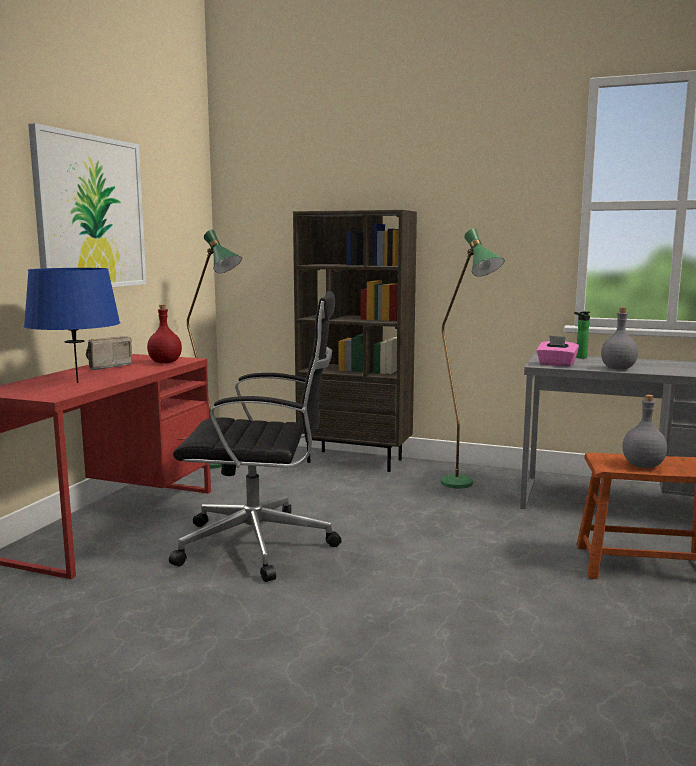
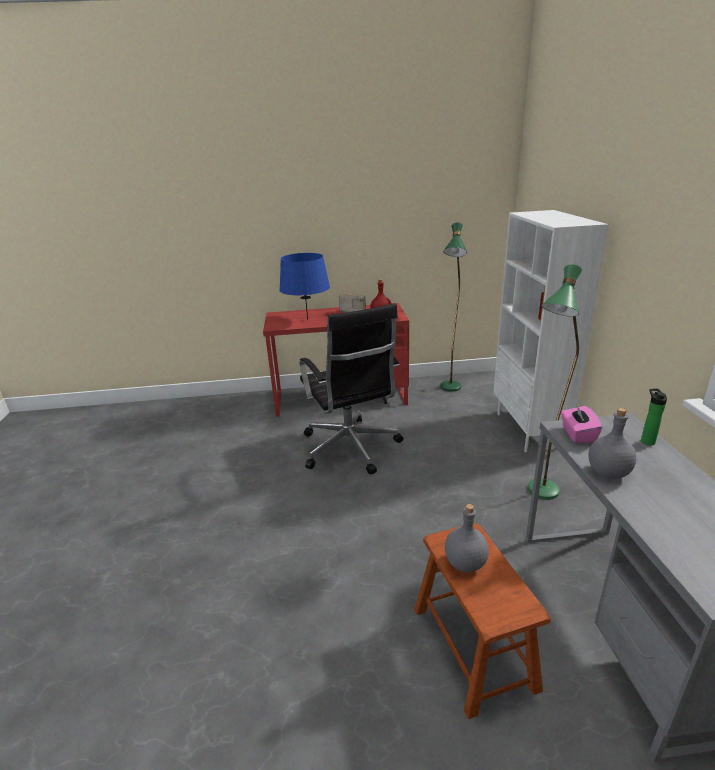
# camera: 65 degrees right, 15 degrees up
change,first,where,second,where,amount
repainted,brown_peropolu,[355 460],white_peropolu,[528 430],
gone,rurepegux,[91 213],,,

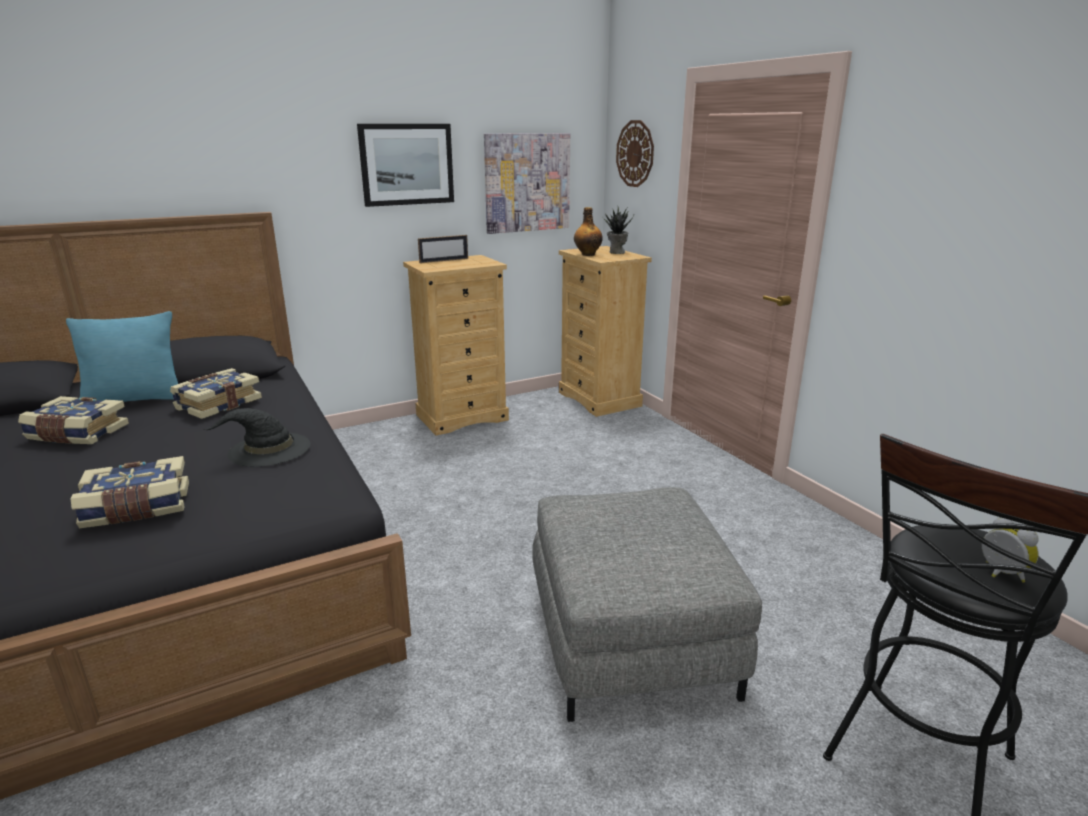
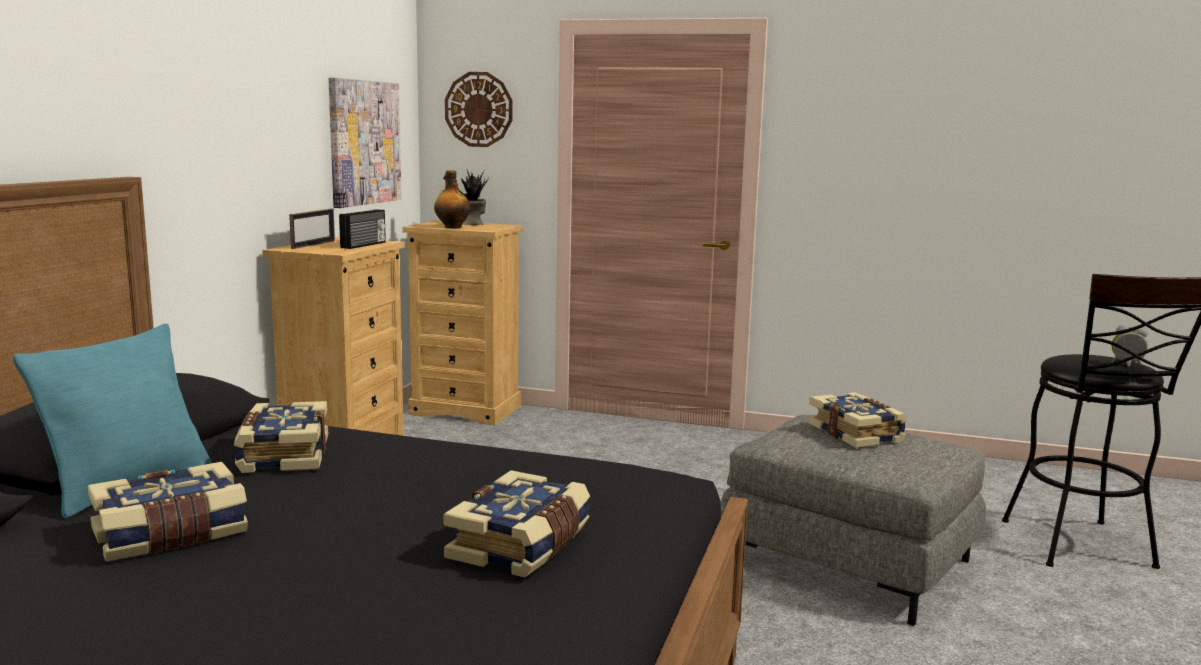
# camera: 45 degrees left, 10 degrees down
change,first,where,second,where,amount
new,,,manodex,[364 245],
new,,,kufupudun,[856 434],
gone,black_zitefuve,[268 449],,,
gone,rurepegux,[407 164],,,

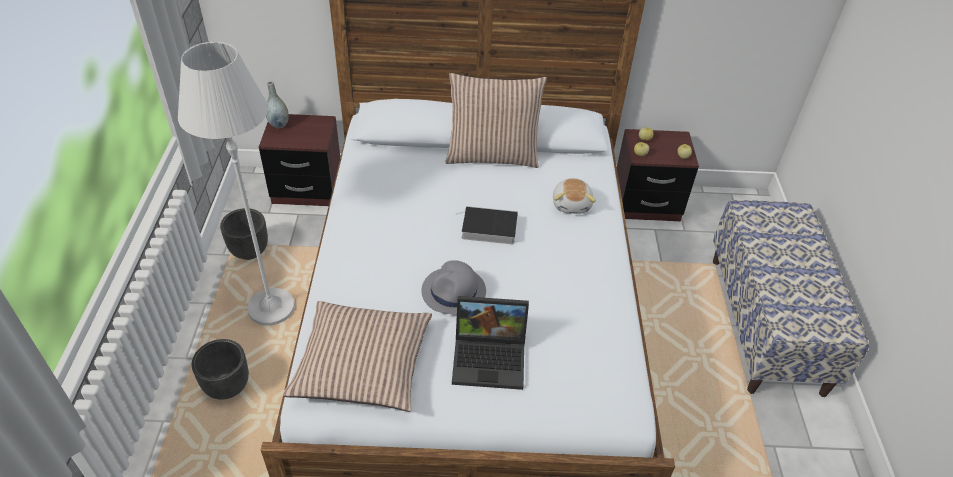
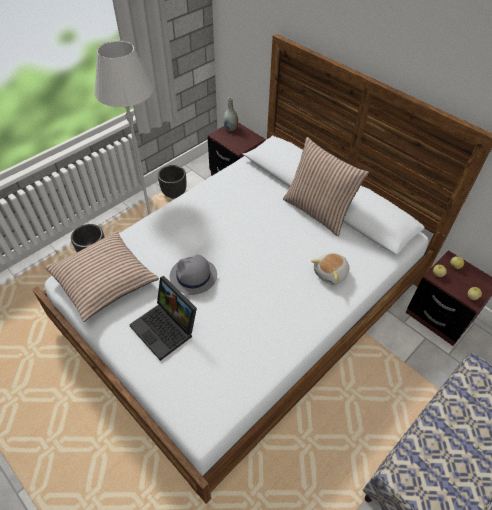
# camera: 45 degrees right, 5 degrees up
change,first,where,second,where,amount
gone,kufupudun,[487 228],,,

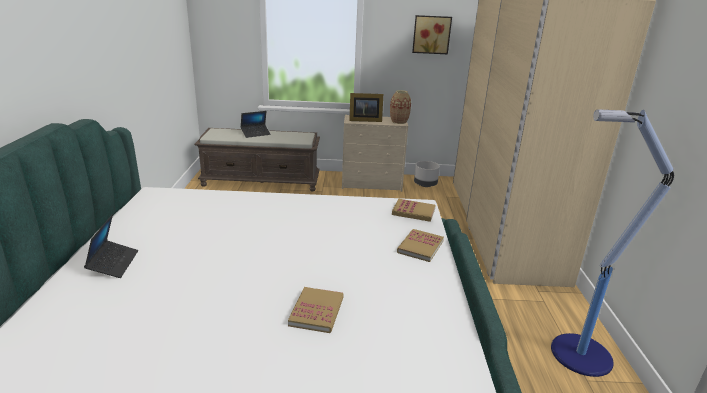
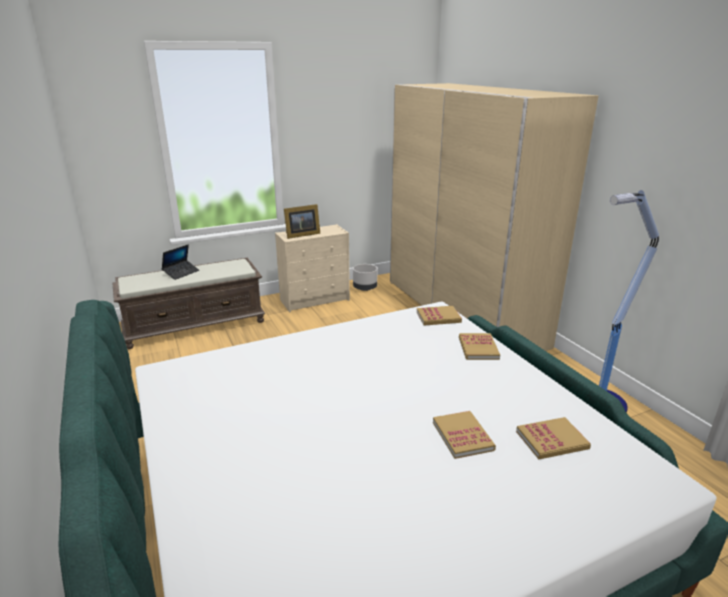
# camera: 25 degrees left, 0 degrees up
change,first,where,second,where,amount
new,,,kufupudun,[552 440],
gone,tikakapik,[113 263],,,
gone,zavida,[399 121],,,
gone,rurepegux,[431 34],,,

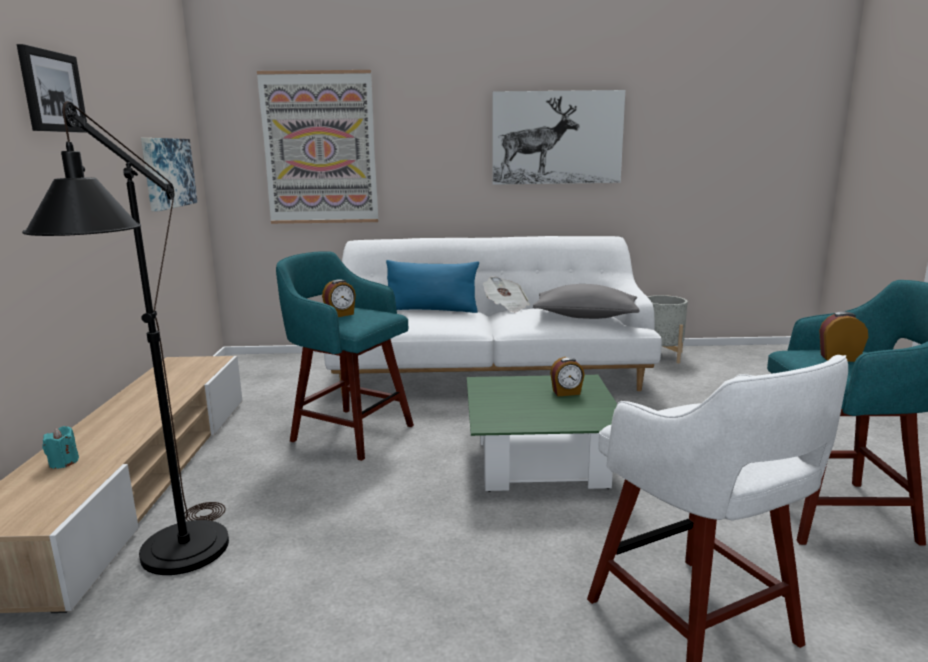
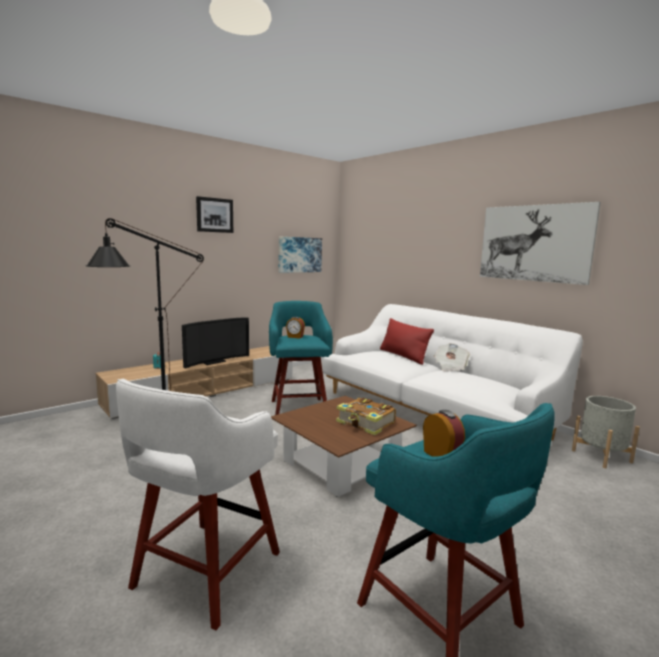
# camera: 50 degrees right, 5 degrees down
change,first,where,second,where,amount
new,,,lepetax,[213 362],
repainted,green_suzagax,[540 461],brown_suzagax,[341 464],
swapped,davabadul,[566 393],kufupudun,[366 423],
repainted,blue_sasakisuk,[431 310],red_sasakisuk,[403 356],
gone,rurepegux,[320 148],,,
gone,grey_sasakisuk,[585 316],,,

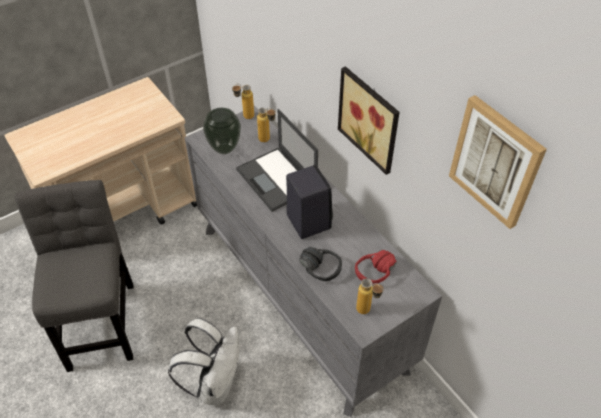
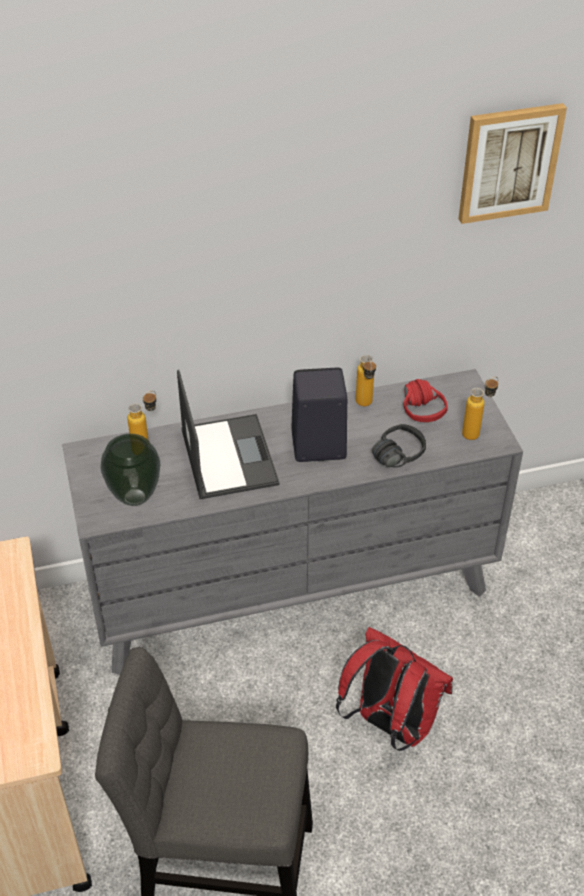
# camera: 70 degrees left, 5 degrees down
change,first,where,second,where,amount
rotated,tikakapik,[277 179],,[228 456],90 degrees counterclockwise
repainted,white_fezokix,[215 383],red_fezokix,[390 724],
shifted,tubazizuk,[244 117],,[365 406],
gone,rurepegux,[371 118],,,

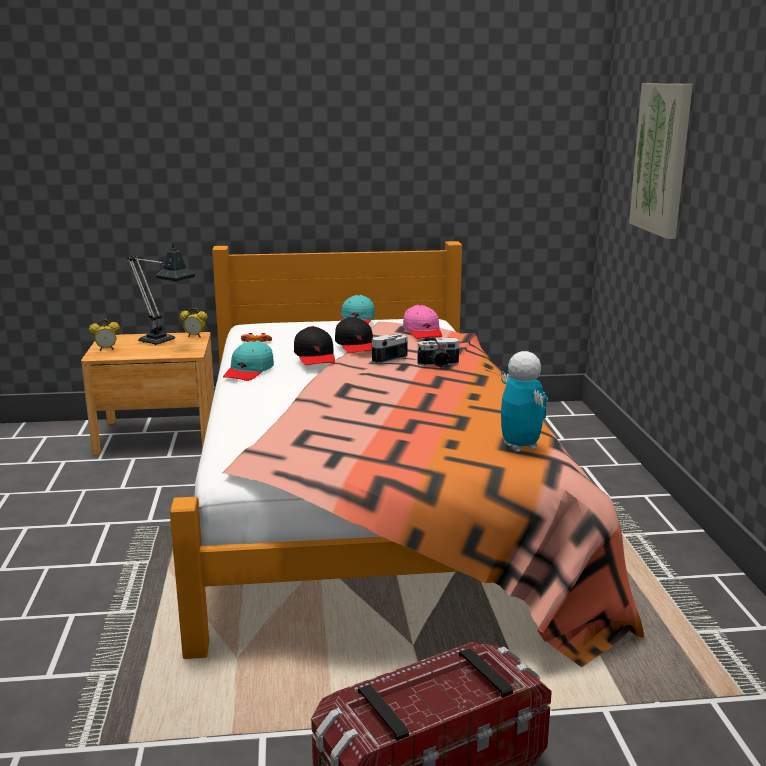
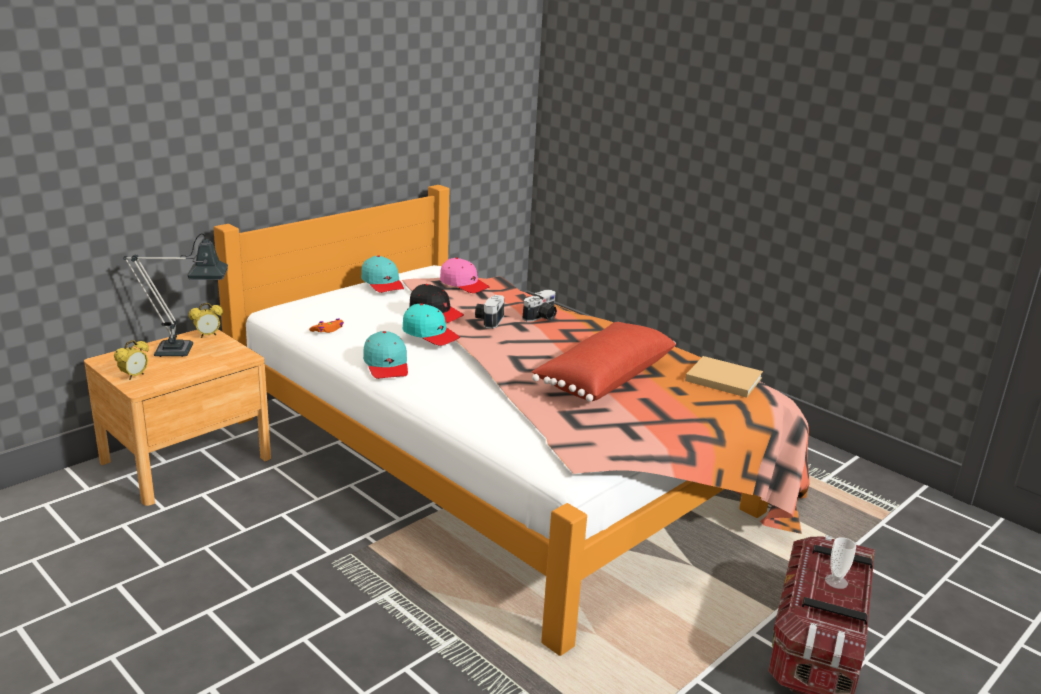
# camera: 40 degrees left, 5 degrees up
change,first,where,second,where,amount
repainted,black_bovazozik,[315 356],turquoise_bovazozik,[430 334],
new,,,red_sasakisuk,[603 378],
swapped,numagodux,[520 446],beige_kufupudun,[721 379],
new,,,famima,[836 581],
gone,rurepegux,[662 159],,,

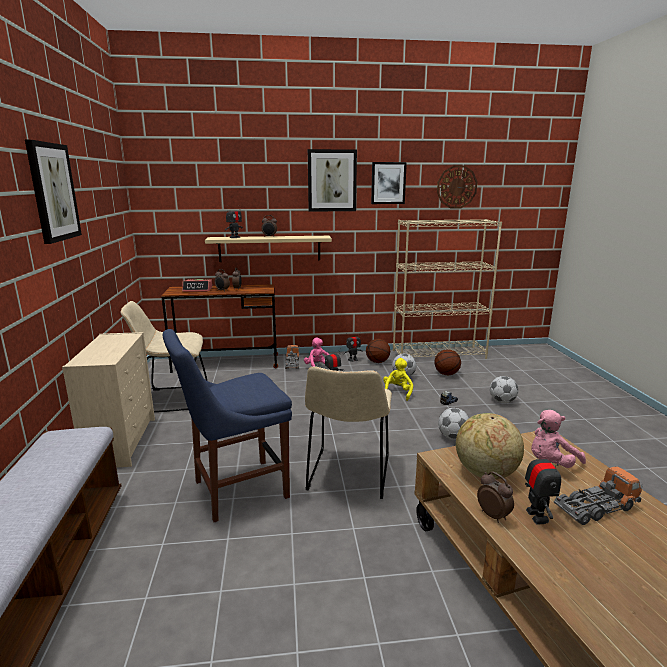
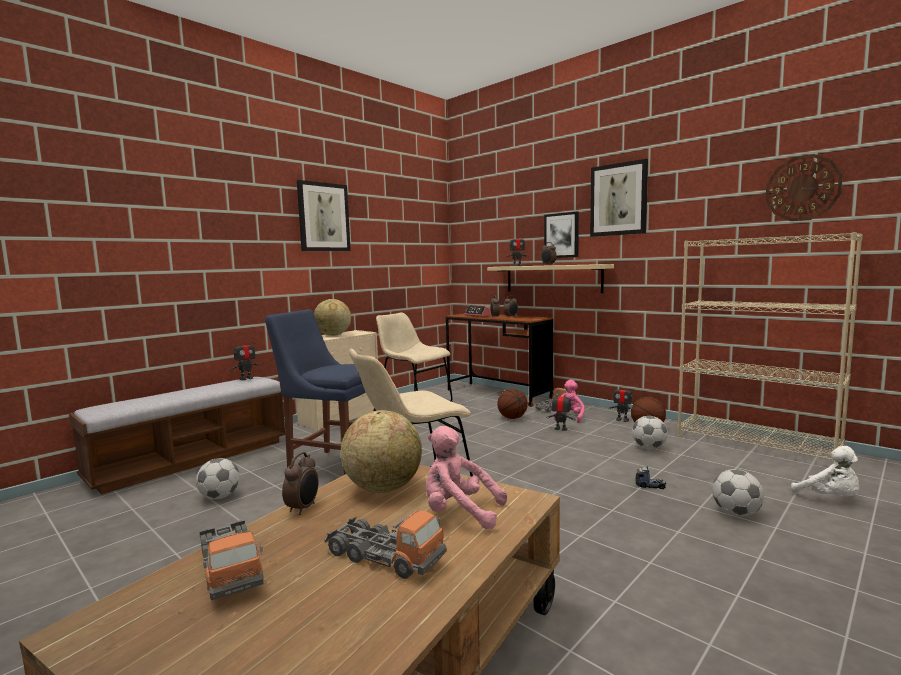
# camera: 50 degrees right, 10 degrees down
change,first,where,second,where,amount
shifted,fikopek,[453 437],,[220 497],
new,,,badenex,[230 569],
shifted,numagodux,[536 516],,[246 378],
new,,,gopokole,[333 335],
shifted,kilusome,[446 374],,[512 418],
shifted,rurepegux,[388 183],,[561 235],
new,,,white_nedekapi,[830 498],
gone,yellow_nedekapi,[397 392],,,

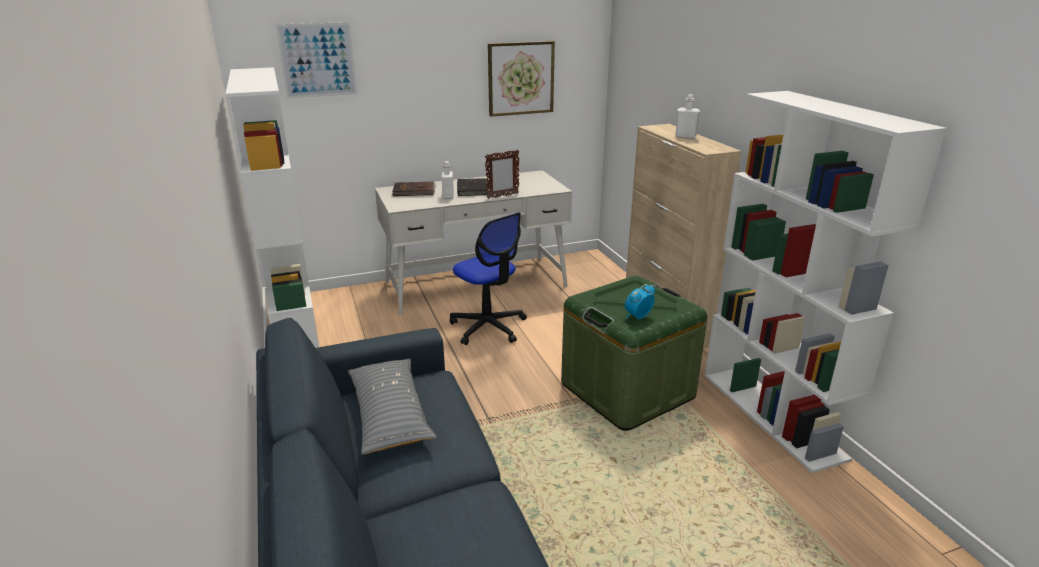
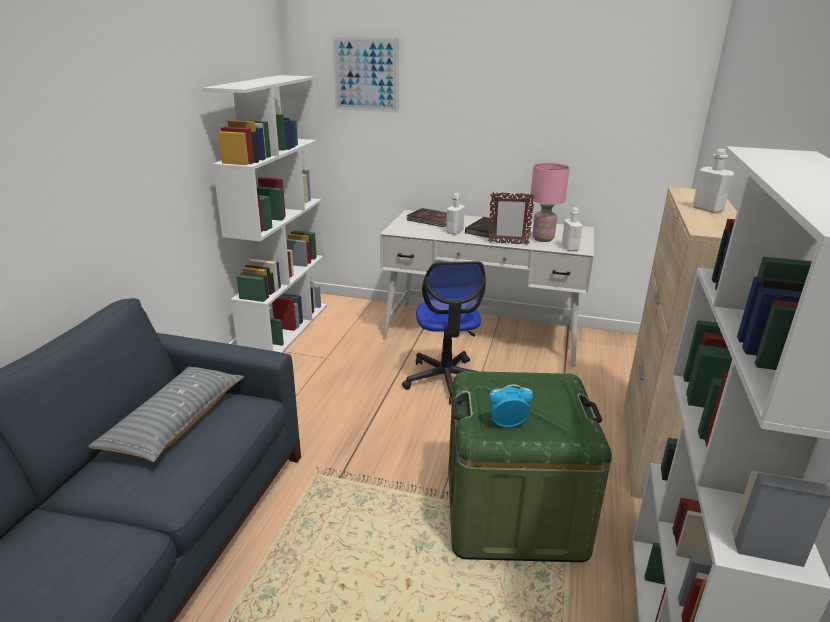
# camera: 35 degrees right, 0 degrees up
change,first,where,second,where,amount
new,,,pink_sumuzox,[543 239],
new,,,white_tubazizuk,[570 248],
gone,rurepegux,[520 78],,,

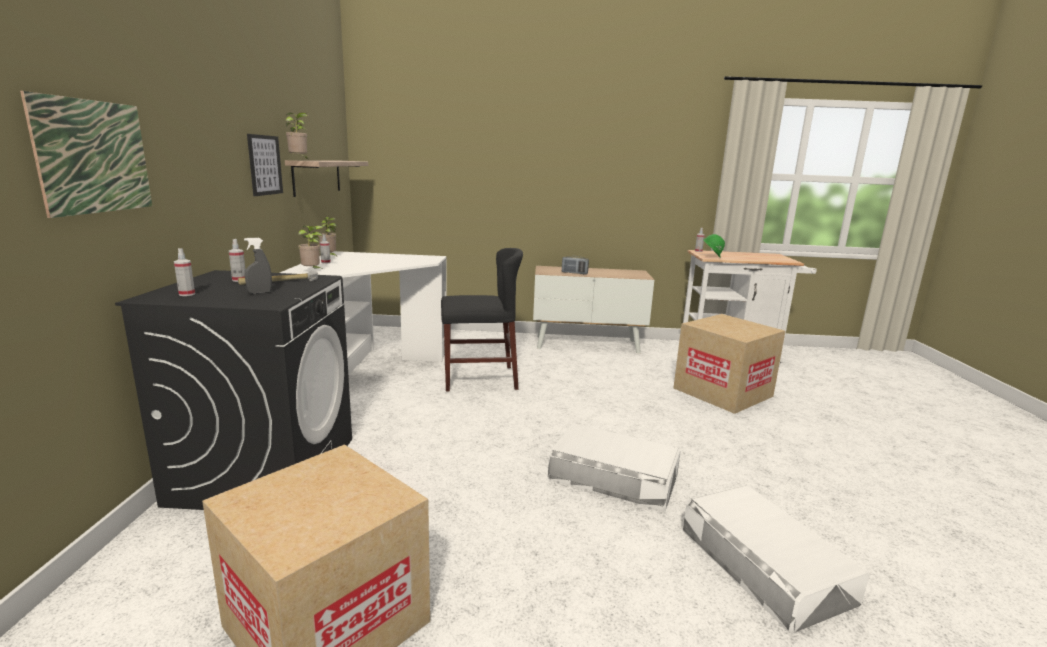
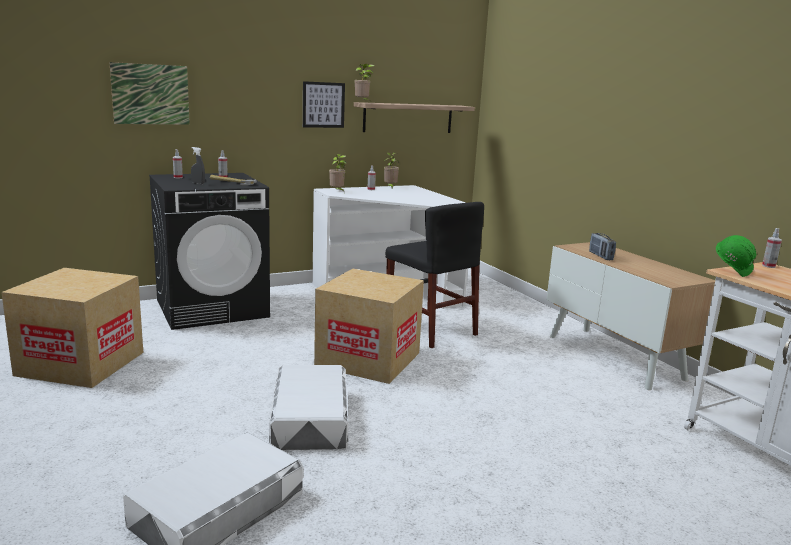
# camera: 60 degrees right, 0 degrees up
change,first,where,second,where,amount
shifted,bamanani,[722 392],,[368 359],

